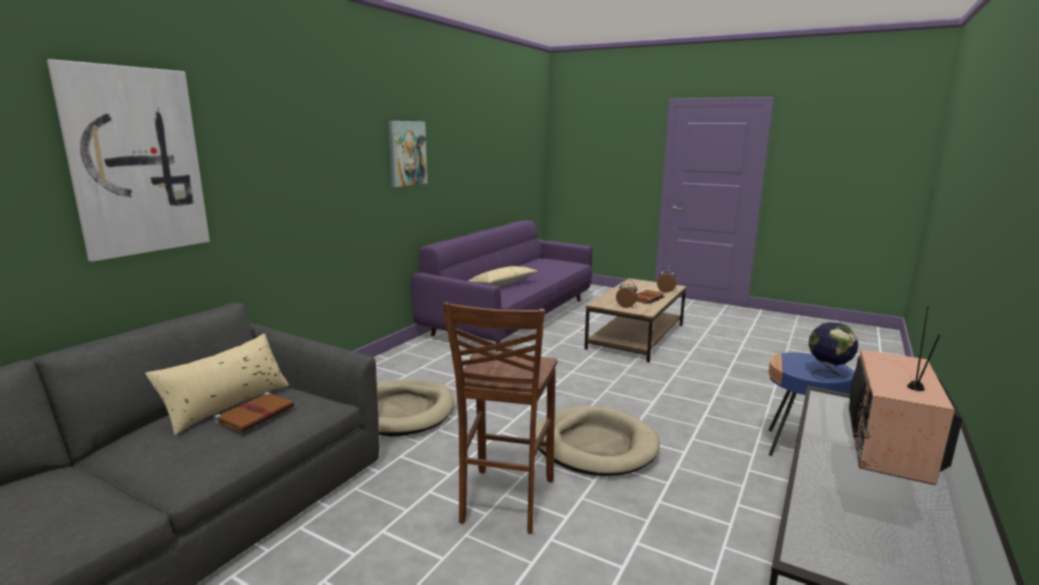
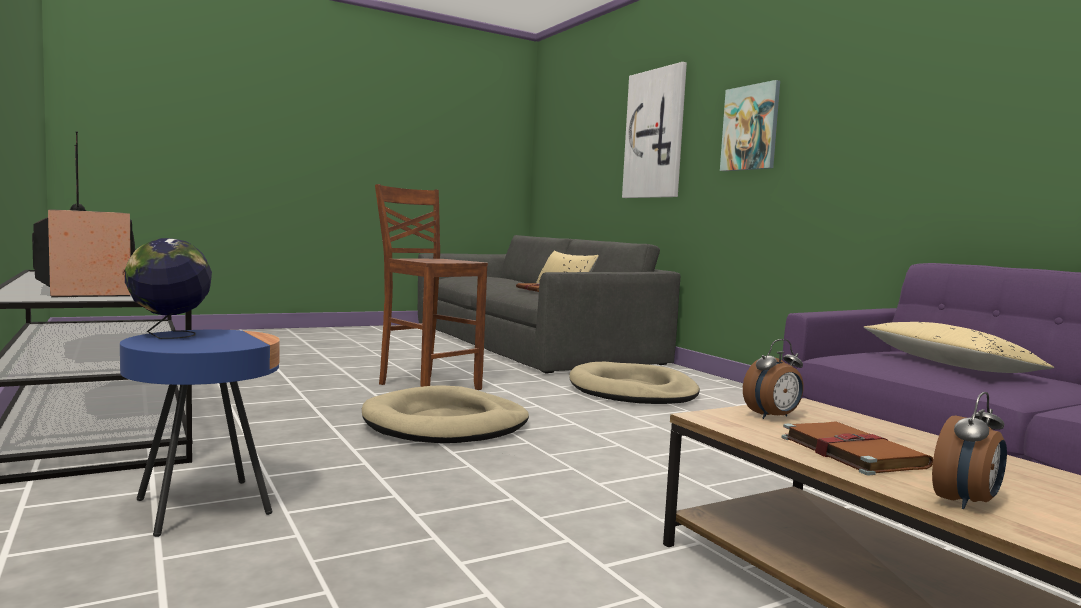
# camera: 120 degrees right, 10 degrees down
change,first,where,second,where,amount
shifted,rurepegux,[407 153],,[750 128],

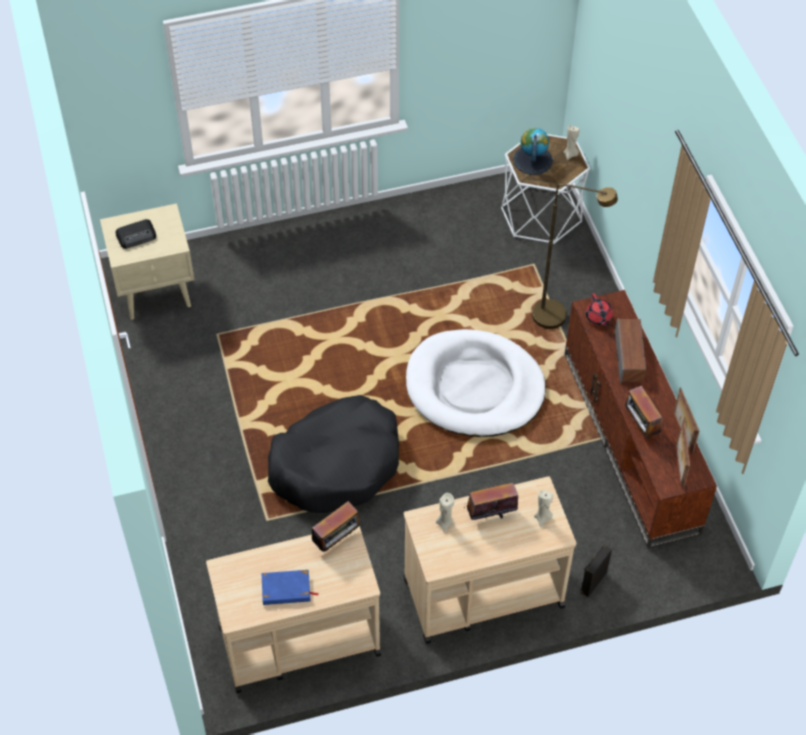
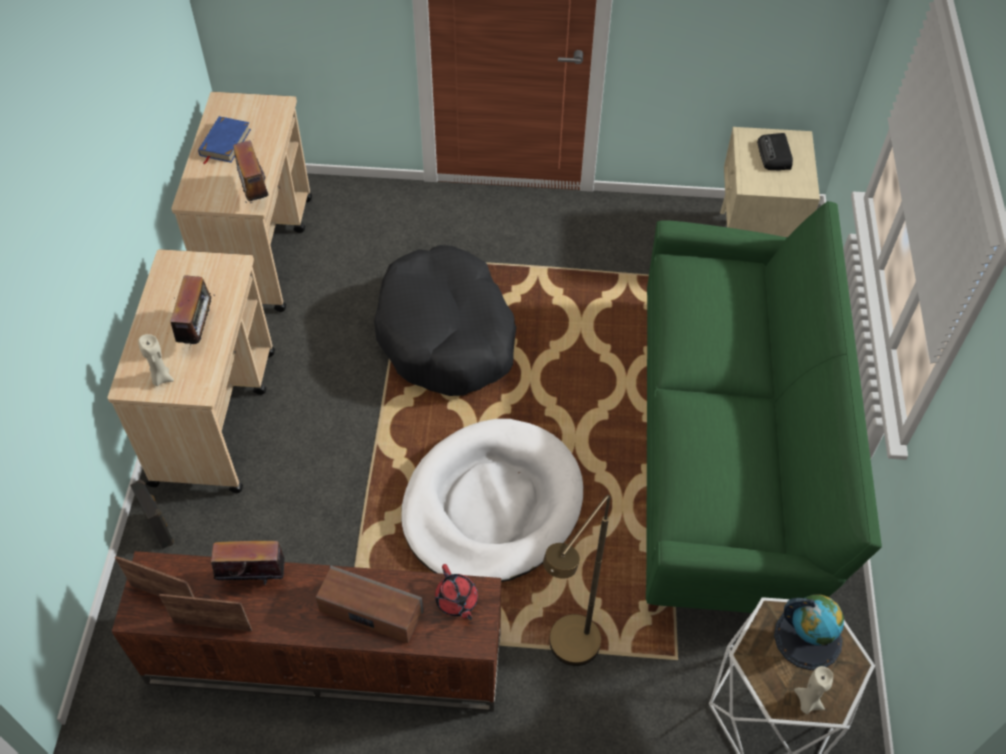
# camera: 110 degrees right, 0 degrees up
change,first,where,second,where,amount
rotated,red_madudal,[598 317],,[457 601],120 degrees counterclockwise
new,,,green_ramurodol,[728 449],
gone,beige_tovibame,[445 523],,,

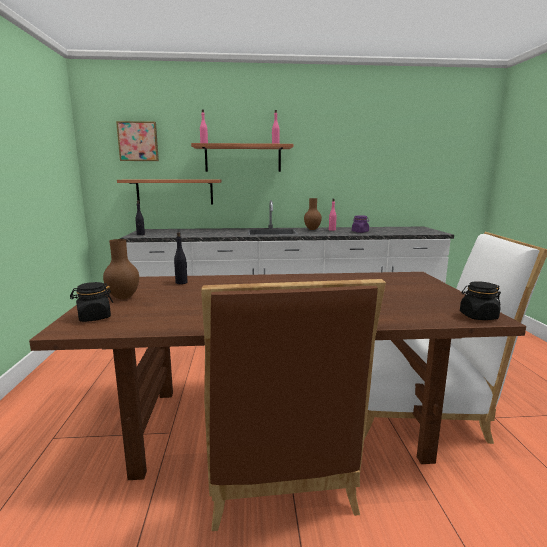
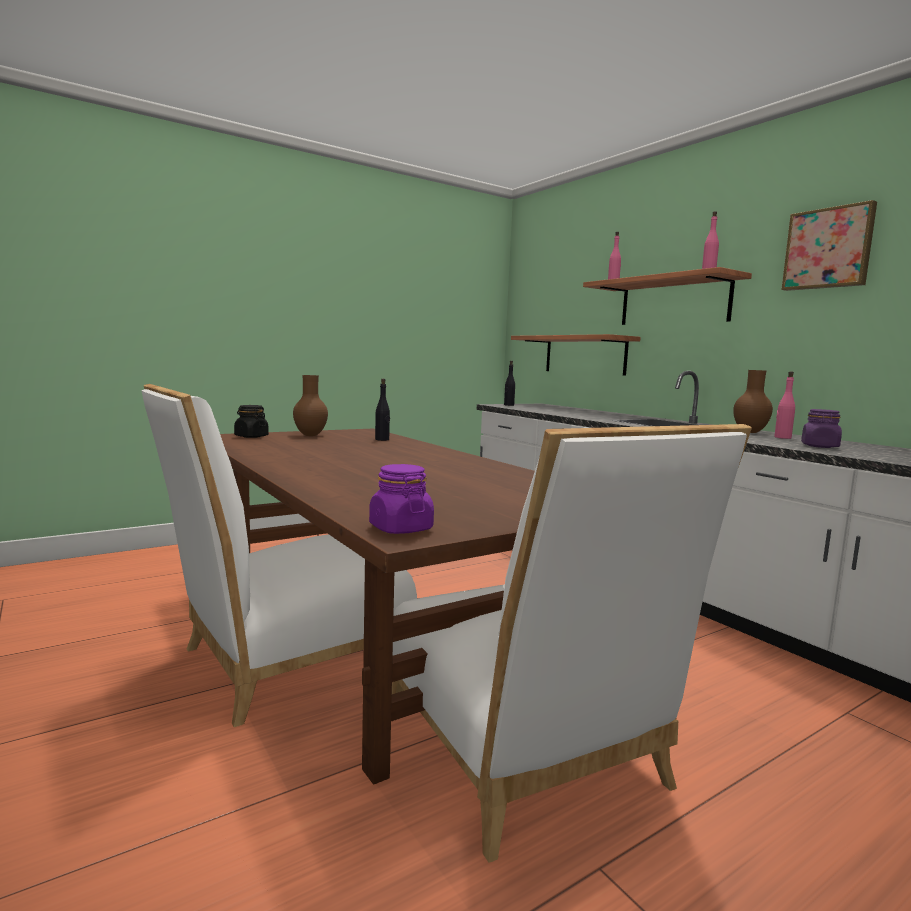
# camera: 60 degrees right, 5 degrees down
change,first,where,second,where,amount
repainted,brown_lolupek,[277 470],white_lolupek,[286 661],
repainted,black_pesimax,[478 316],purple_pesimax,[400 528],
shifted,rurepegux,[138 141],,[828 249],

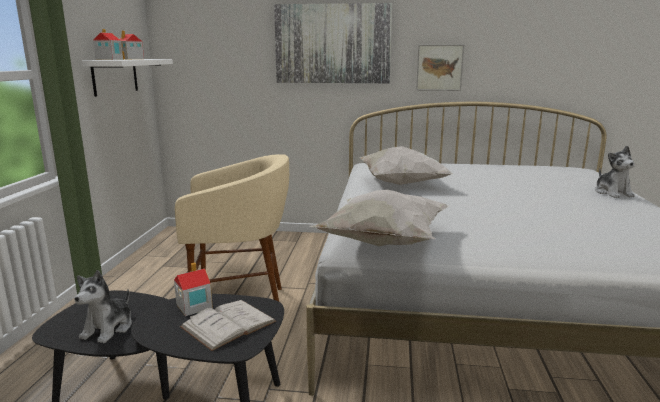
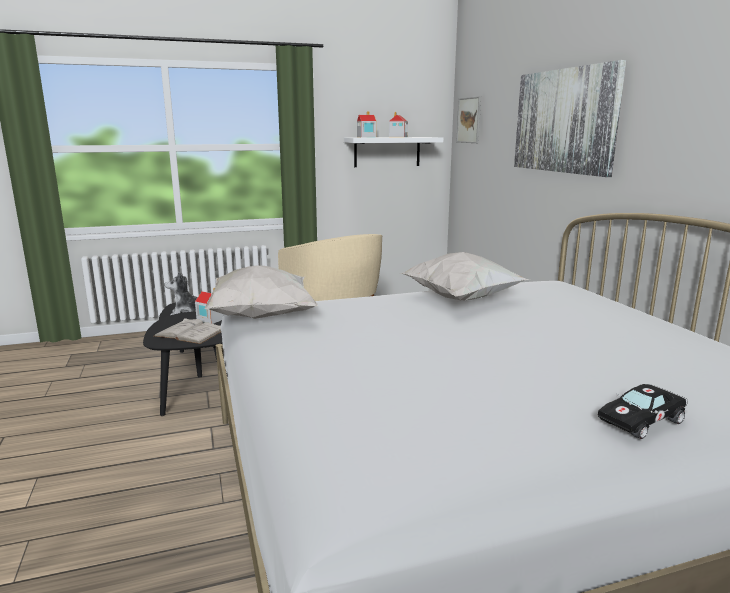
# camera: 65 degrees right, 0 degrees up
change,first,where,second,where,amount
shifted,rurepegux,[439 67],,[469 120],
swapped,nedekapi,[612 193],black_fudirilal,[641 420],

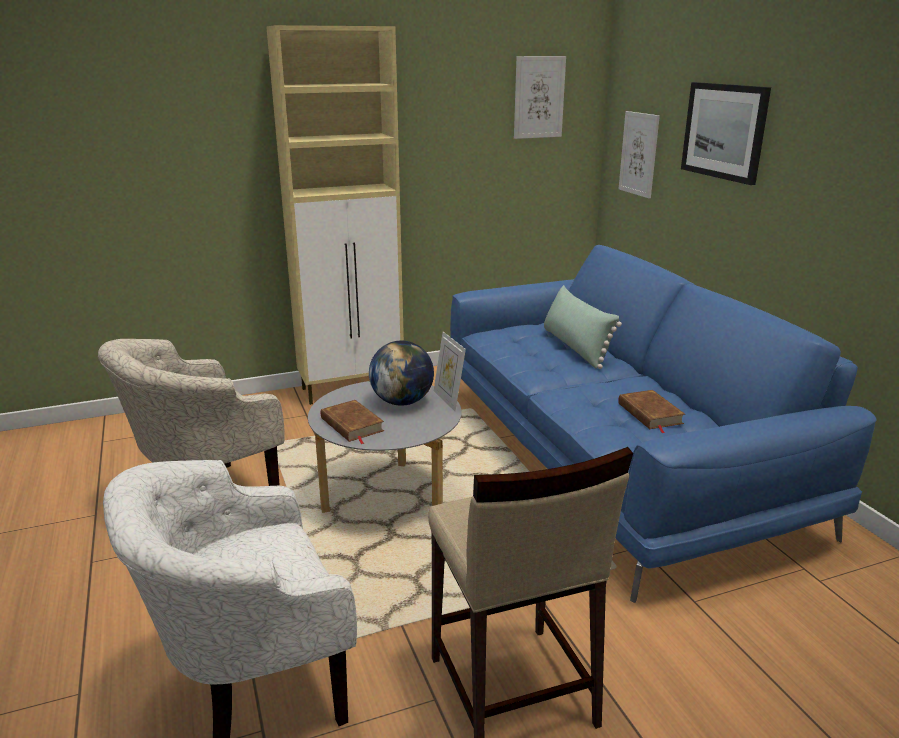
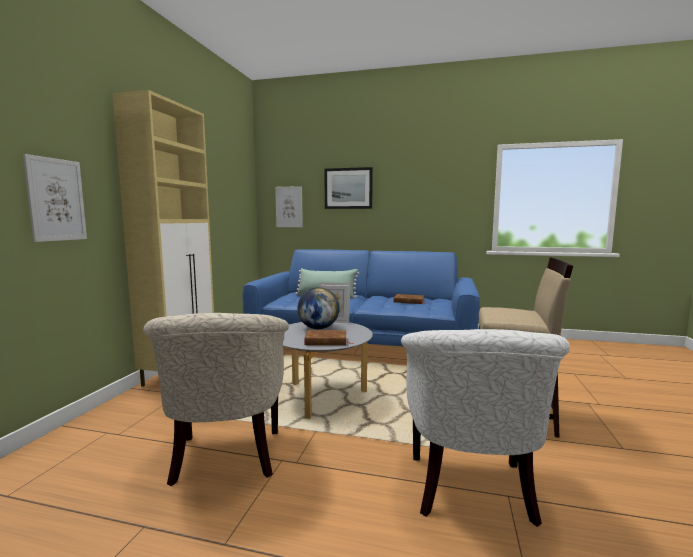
# camera: 55 degrees left, 15 degrees down
change,first,where,second,where,amount
shifted,rurepegux,[539 97],,[56 200],

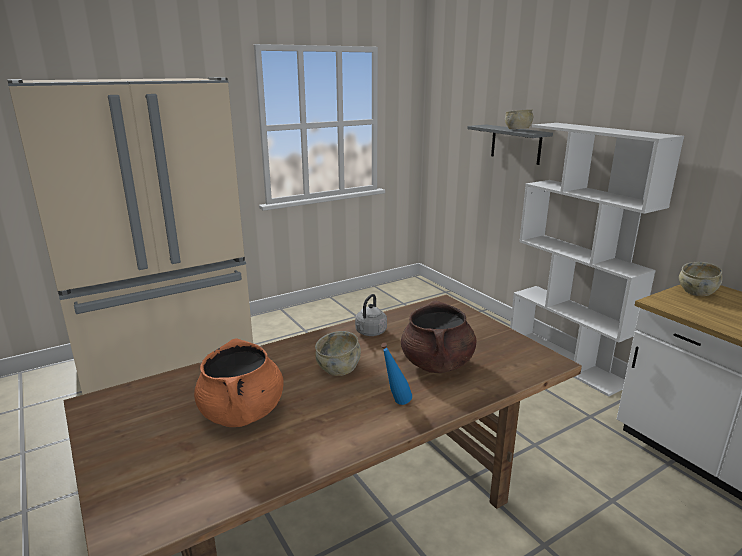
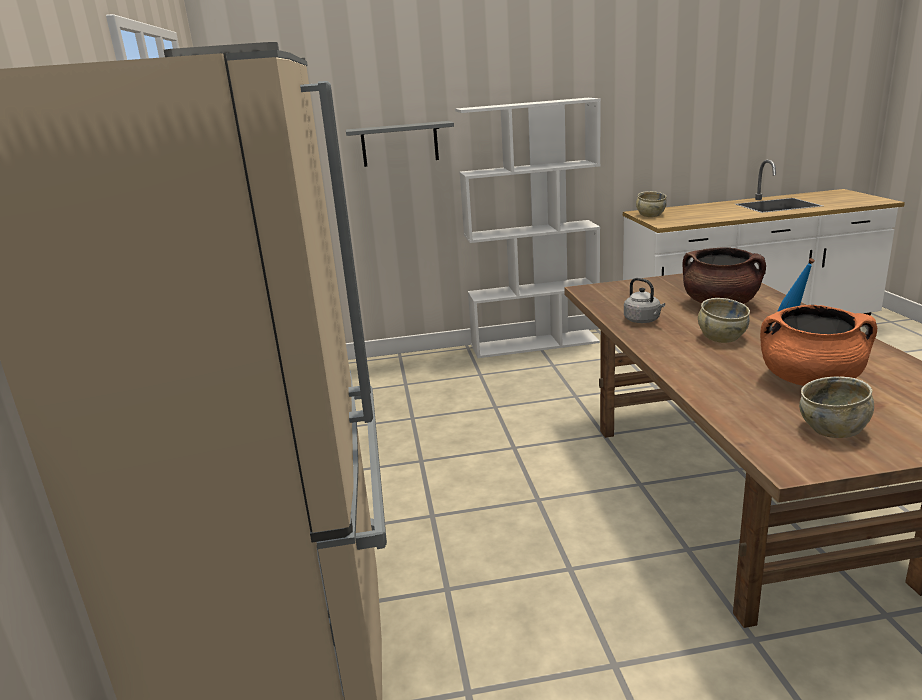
# camera: 65 degrees left, 0 degrees up
change,first,where,second,where,amount
shifted,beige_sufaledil,[518 130],,[832 429],

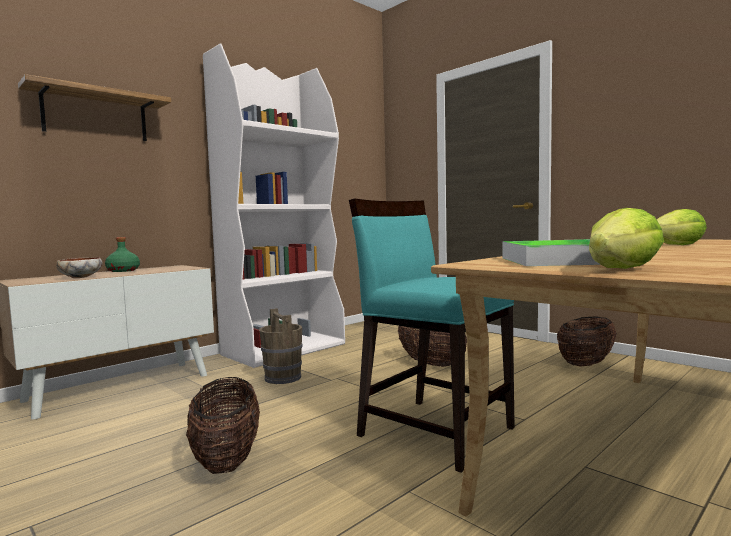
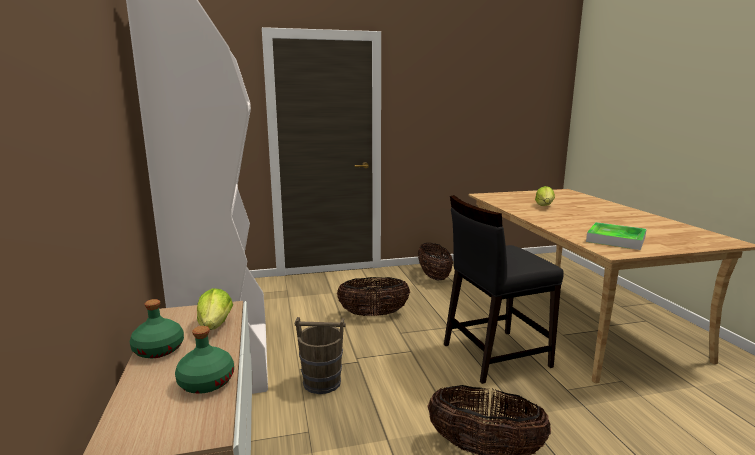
# camera: 60 degrees left, 10 degrees up
change,first,where,second,where,amount
swapped,sufaledil,[81 277],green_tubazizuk,[206 382],
shifted,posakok,[622 270],,[215 326],
repainted,turquoise_lolupek,[435 430],black_lolupek,[494 355],
gone,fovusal,[95 115],,,

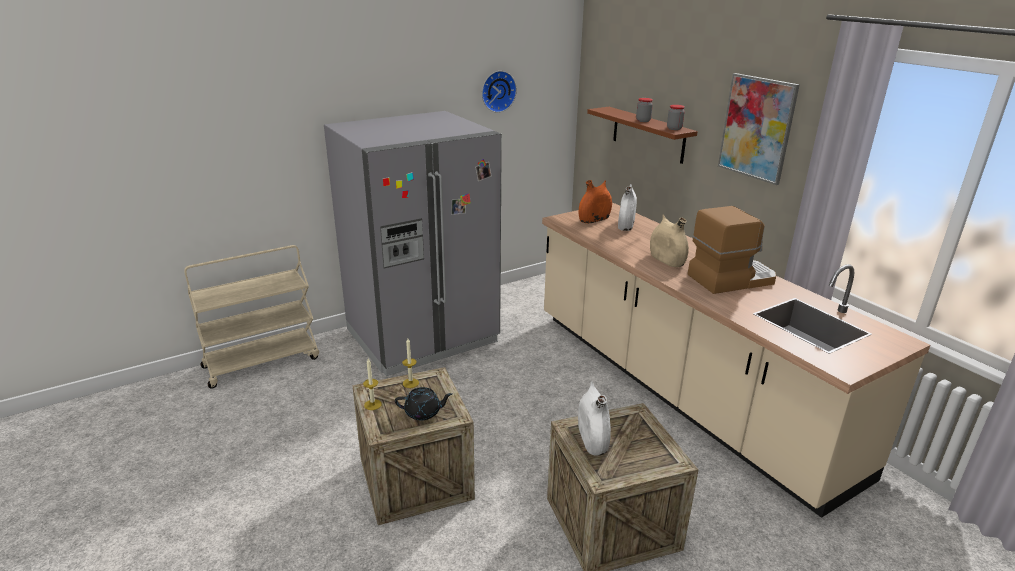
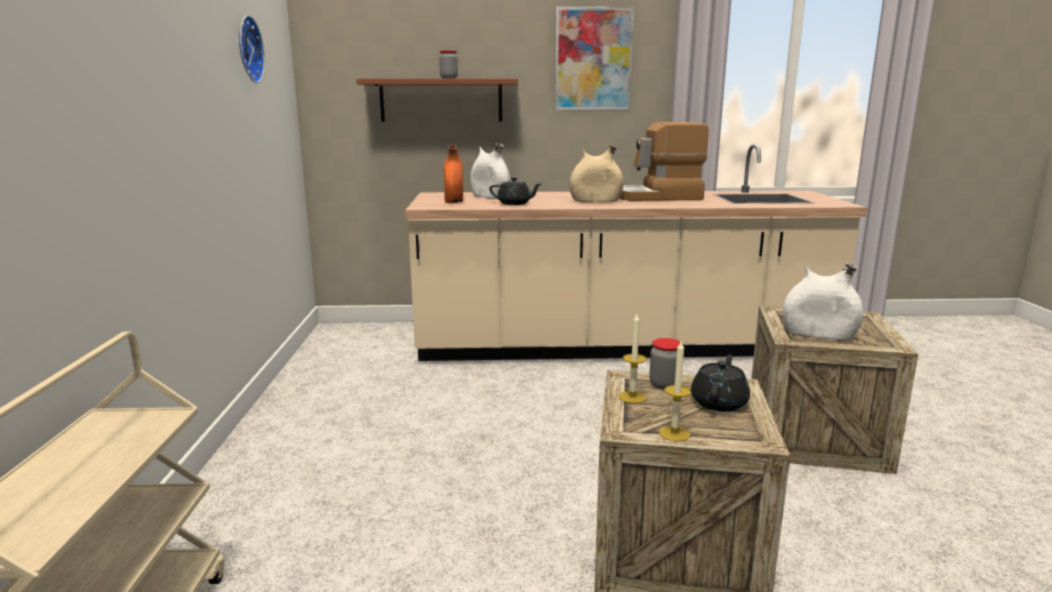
# camera: 60 degrees left, 10 degrees down
change,first,where,second,where,amount
new,,,black_madudal,[515 203],
rotated,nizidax,[731 279],,[659 197],105 degrees counterclockwise
shifted,pesimax,[674 128],,[664 385],
gone,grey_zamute,[422 336],,,

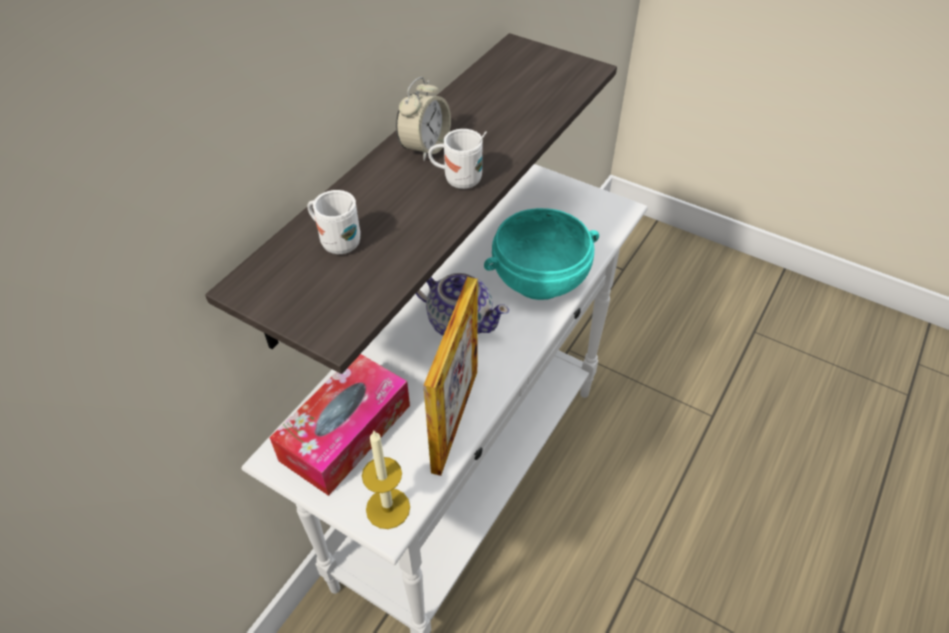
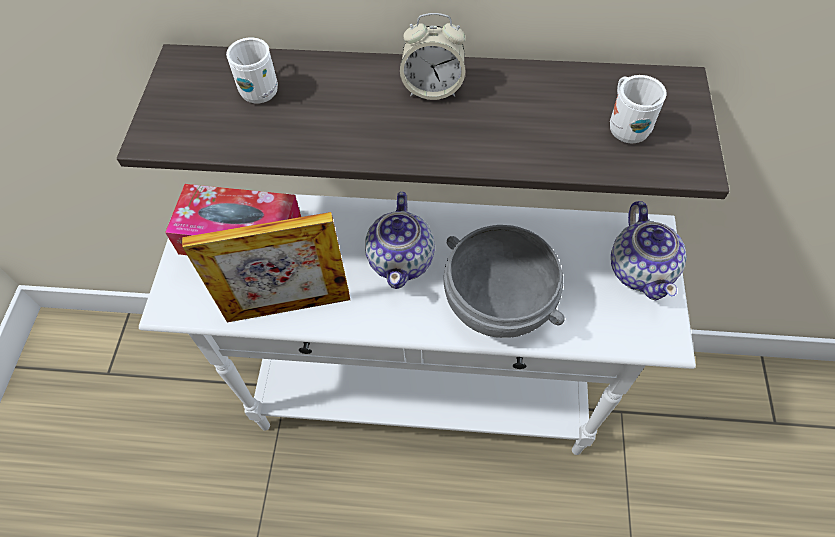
# camera: 65 degrees right, 10 degrees up
change,first,where,second,where,amount
repainted,turquoise_sufaledil,[540 281],grey_sufaledil,[497 303],
shifted,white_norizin,[457 179],,[625 126],
new,,,madudal,[641 269],
gone,tovibame,[388 508],,,

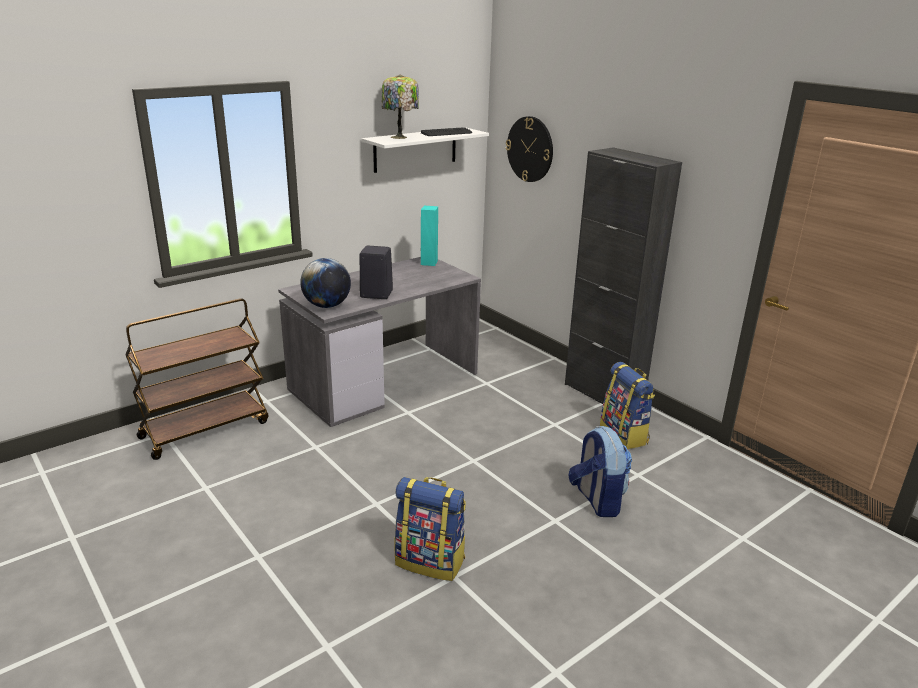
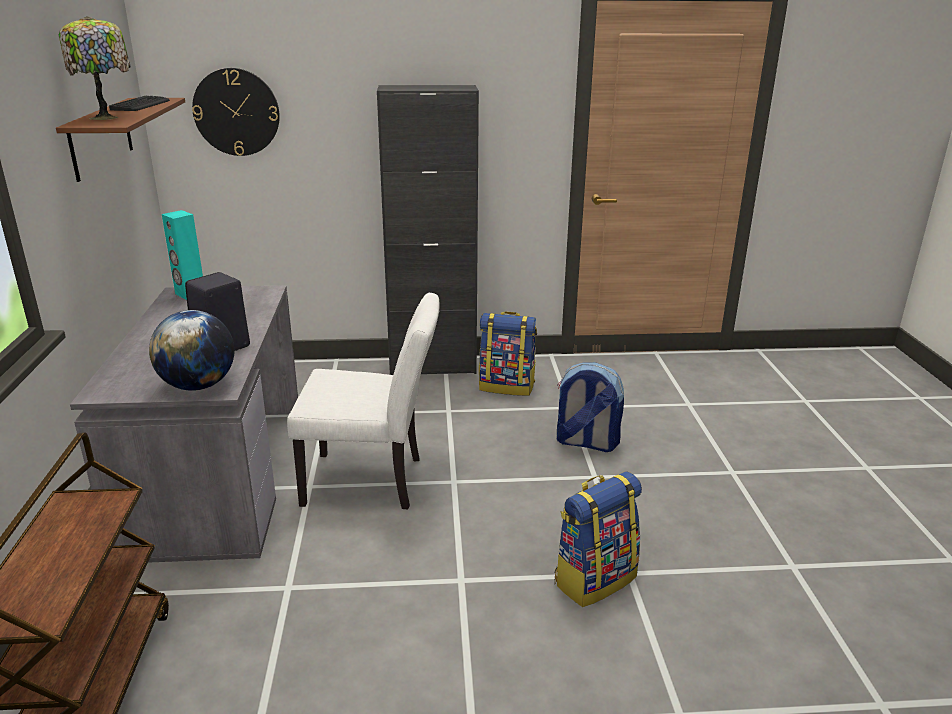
# camera: 55 degrees left, 0 degrees up
change,first,where,second,where,amount
repainted,white_fovusal,[415 149],brown_fovusal,[101 138],
new,,,white_lolupek,[373 481],

